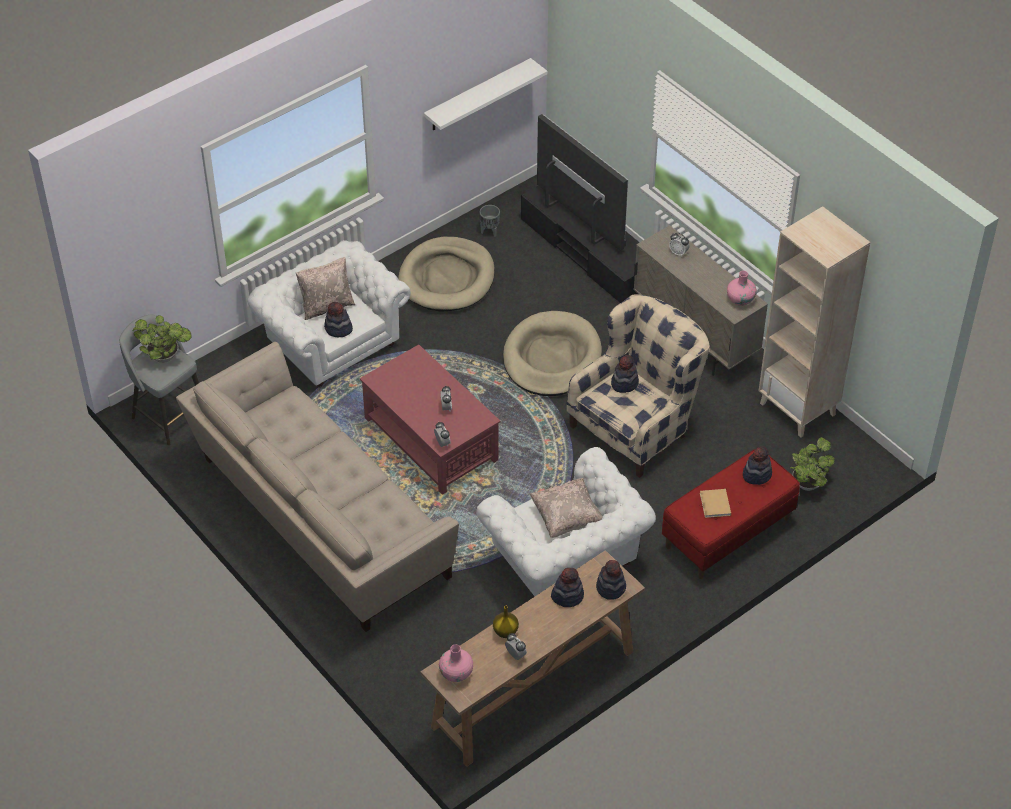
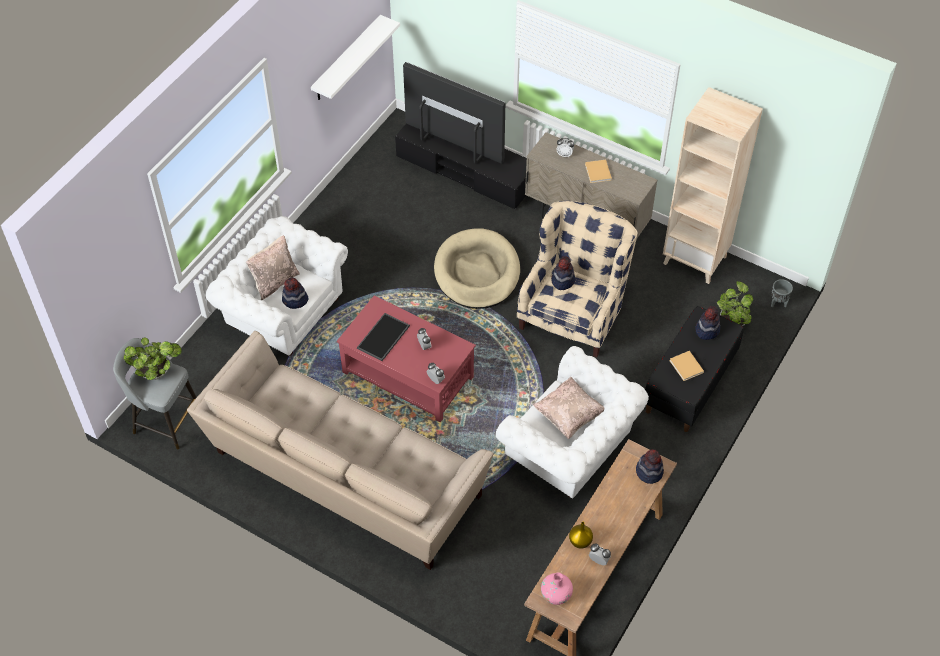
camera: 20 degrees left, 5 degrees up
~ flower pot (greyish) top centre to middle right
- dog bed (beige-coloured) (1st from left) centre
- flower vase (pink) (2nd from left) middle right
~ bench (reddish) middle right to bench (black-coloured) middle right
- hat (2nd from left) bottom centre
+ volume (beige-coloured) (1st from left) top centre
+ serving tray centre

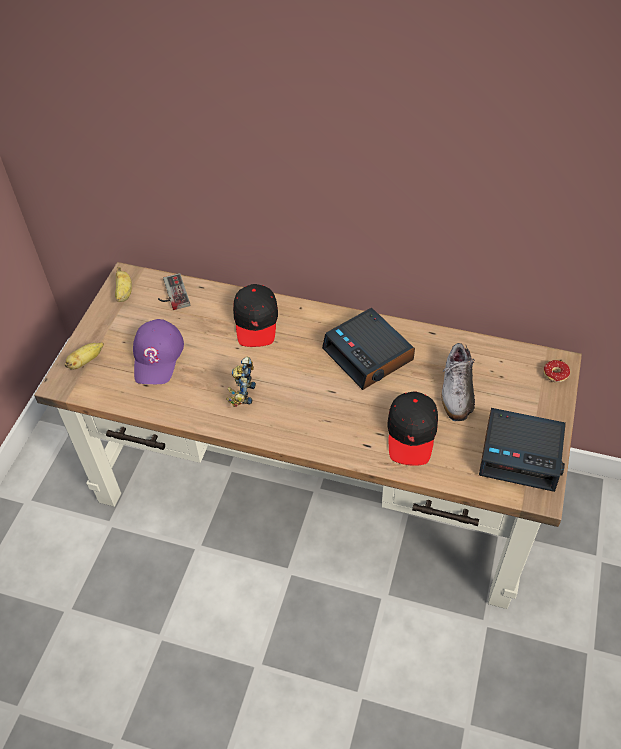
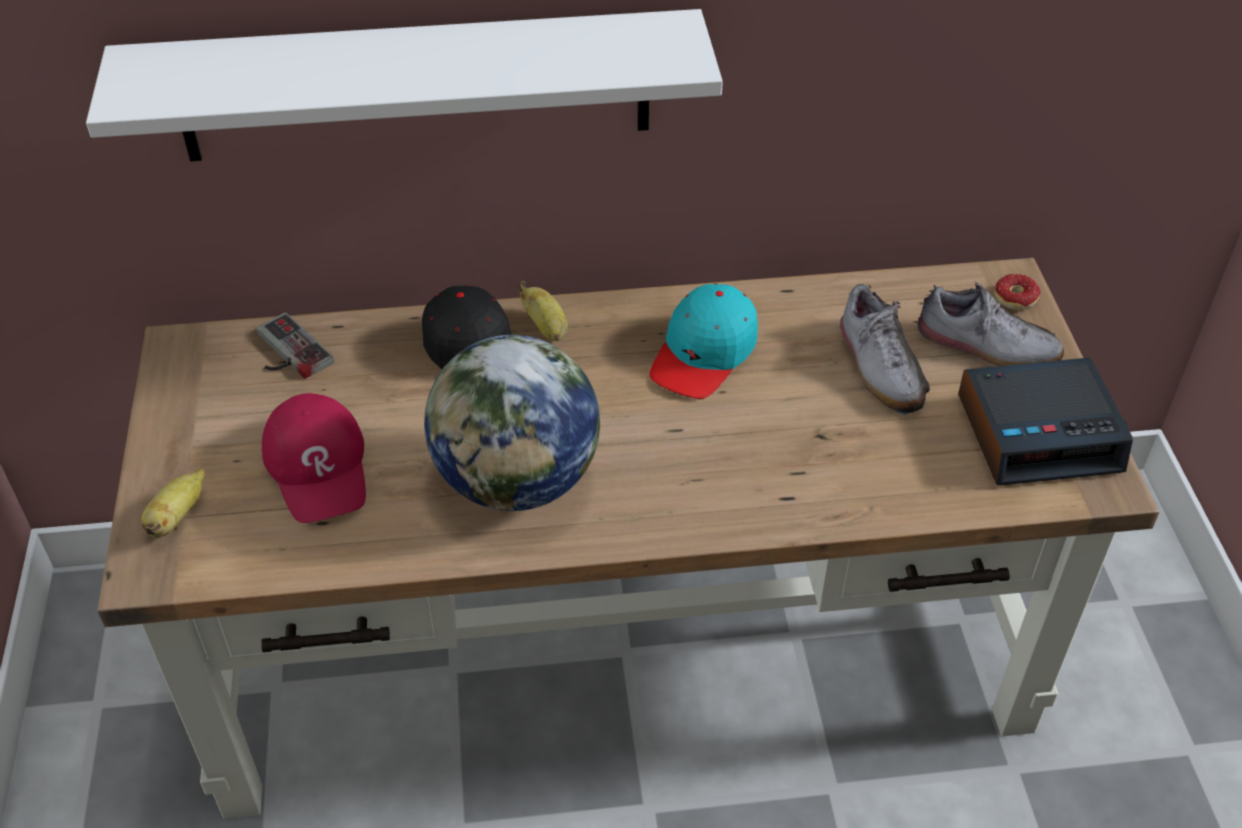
camera: 25 degrees left, 5 degrees down
~ banana (2nd from left) middle left to centre
~ bedside clock (1st from left) centre to baseball cap (turquoise-coloured) centre
~ baseball cap (purple) middle left to baseball cap (reddish) middle left
~ robot figure centre to world globe centre
- baseball cap (black-coloured) (2nd from left) centre
+ wall shelf (whitish) top left
+ low shoe (2nd from left) middle right

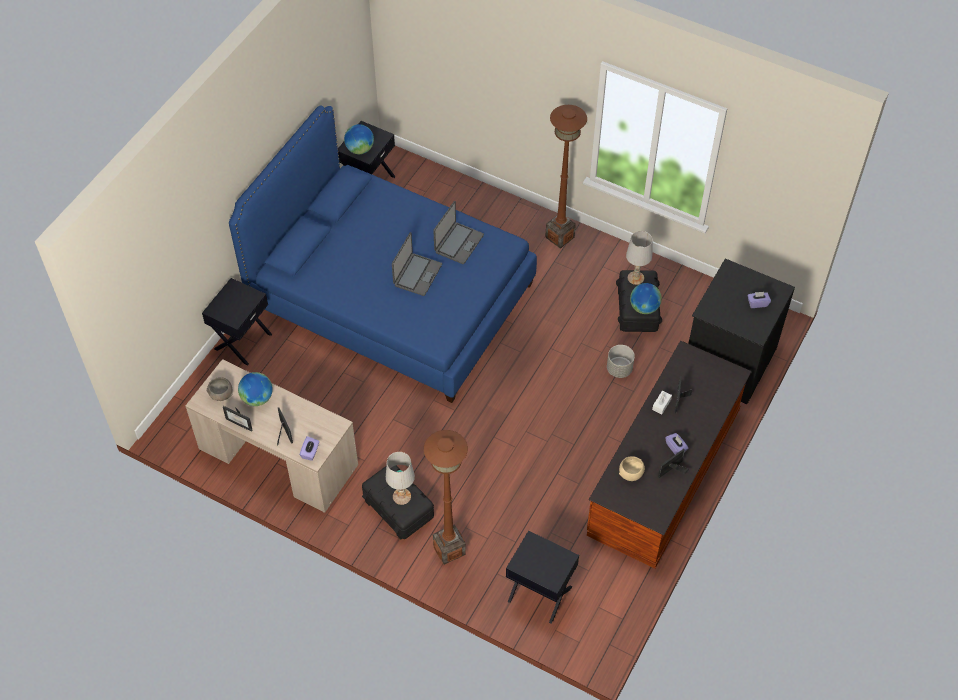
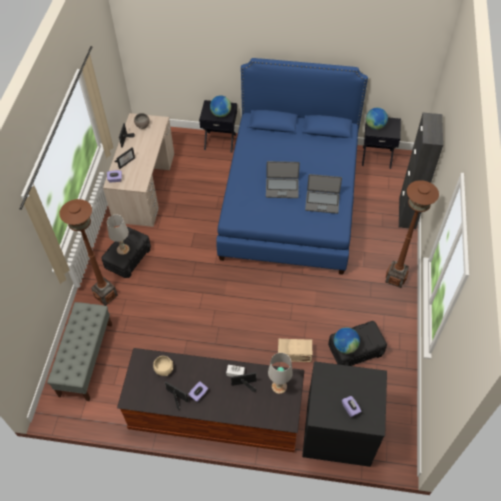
camera: 70 degrees right, 0 degrees up
~ tabletop lamp (whitish) (2nd from left) middle right to bottom centre
~ flower pot (greyish) centre to storage container (beige-coloured) bottom centre
~ world globe (1st from left) middle left to top centre
~ nightstand (black-coloured) (3rd from left) bottom centre to bench (greyish) bottom left
+ storage cabinet (black-coloured) middle right

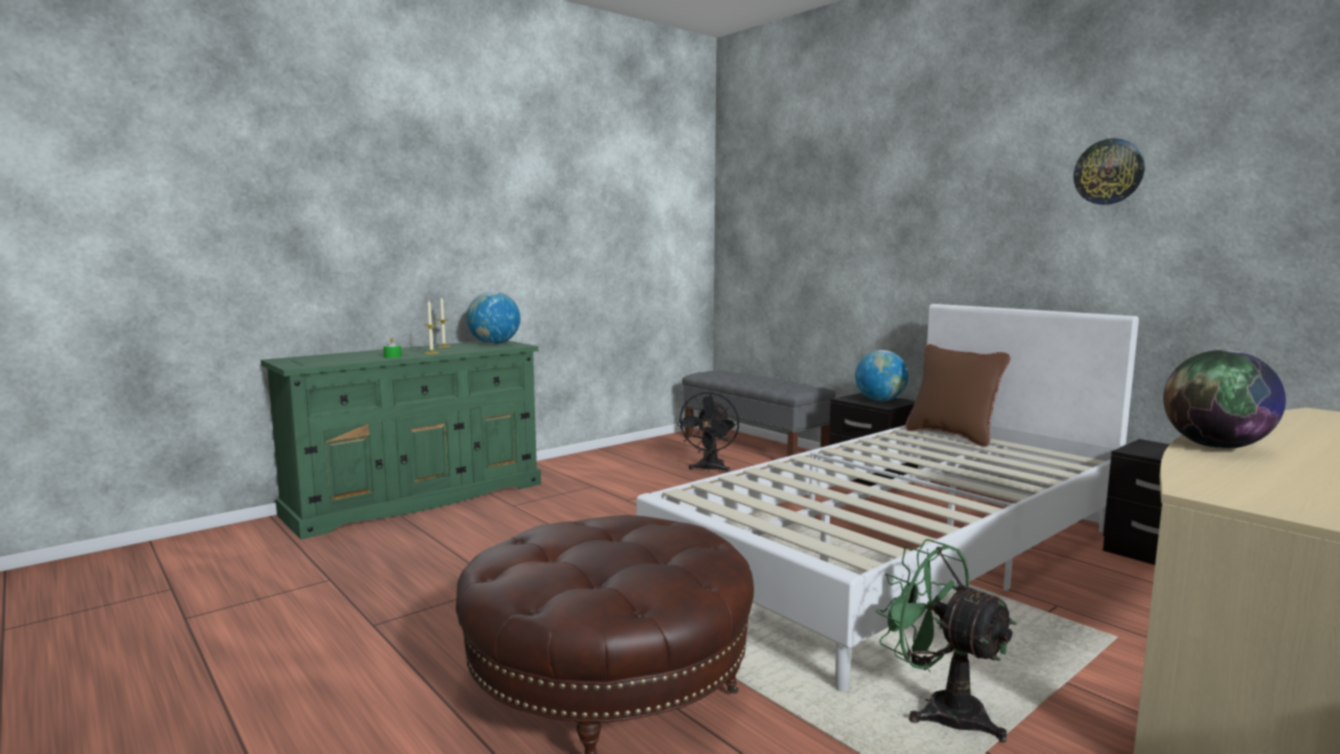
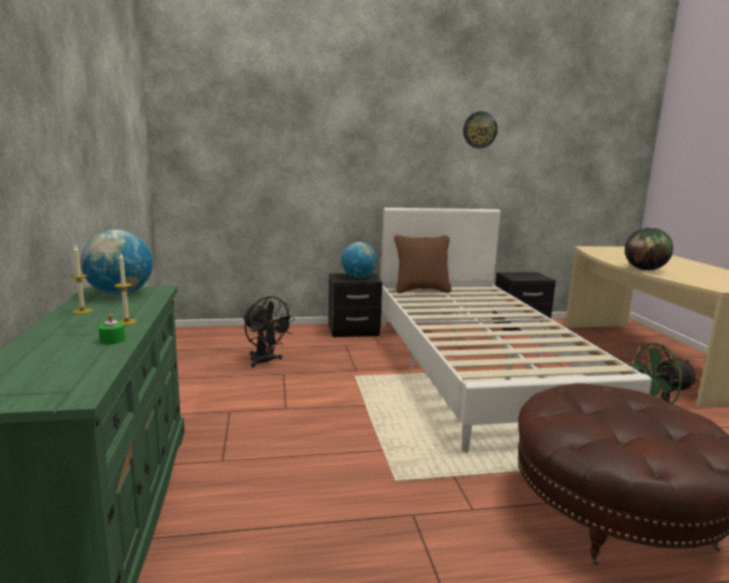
camera: 60 degrees left, 5 degrees up
- bench (greyish) centre

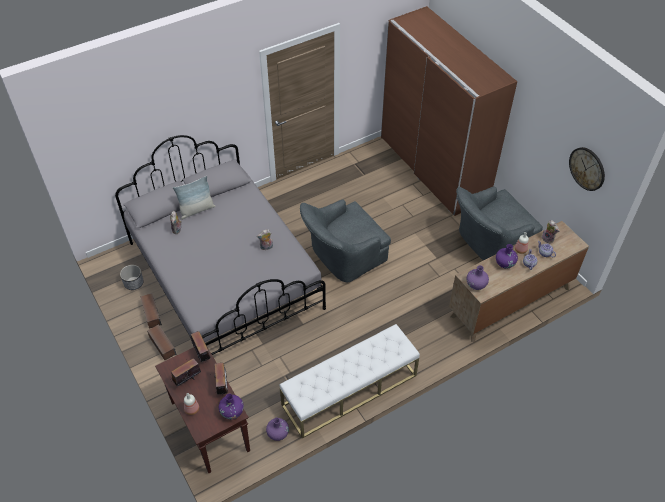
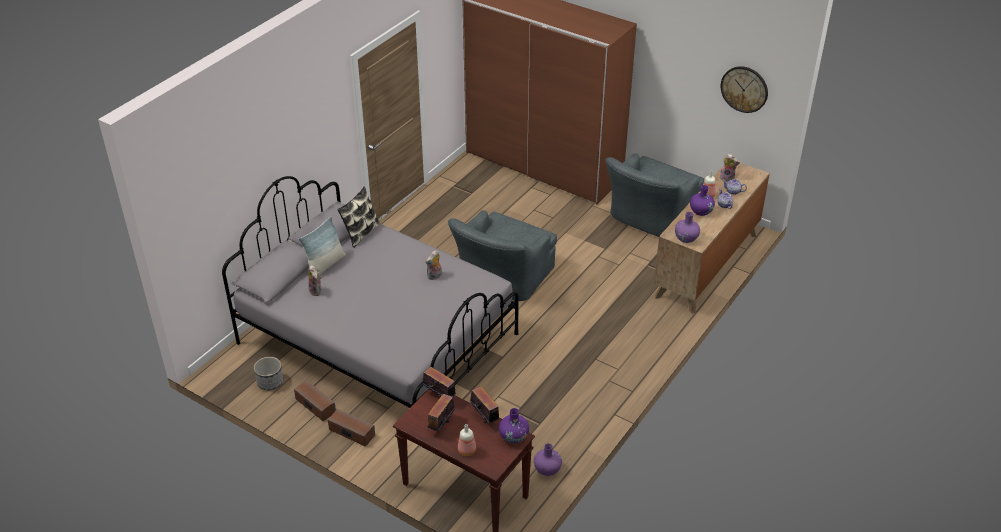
camera: 25 degrees left, 10 degrees down
- bench (whitish) bottom centre
+ throw pillow (2nd from left) centre

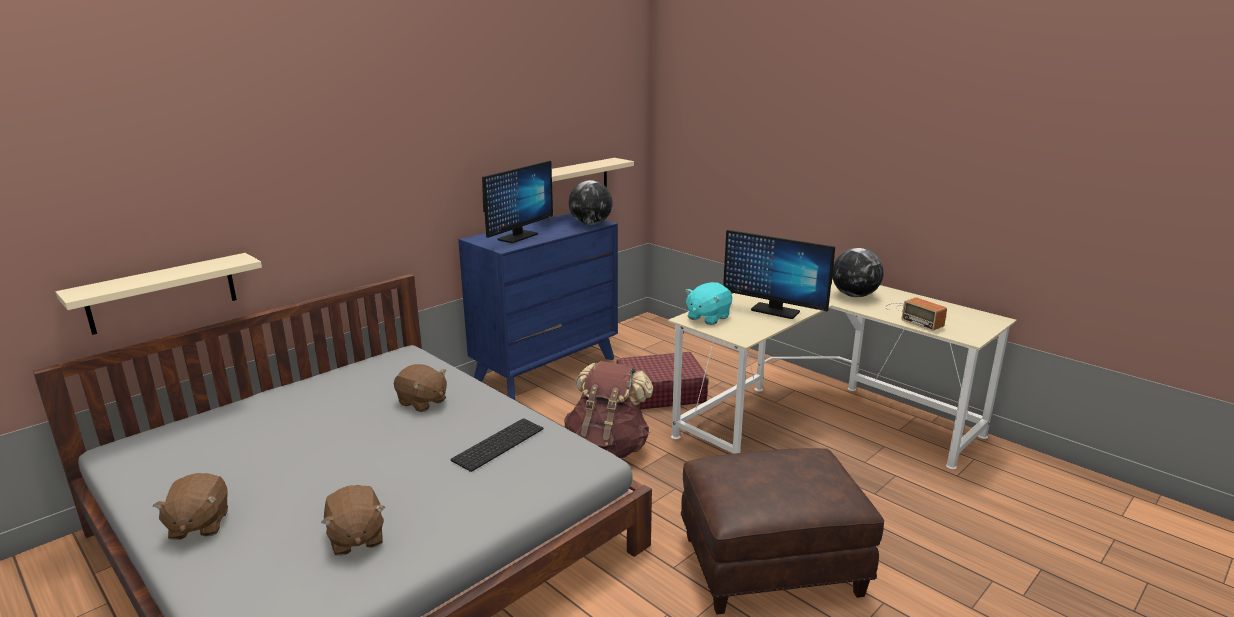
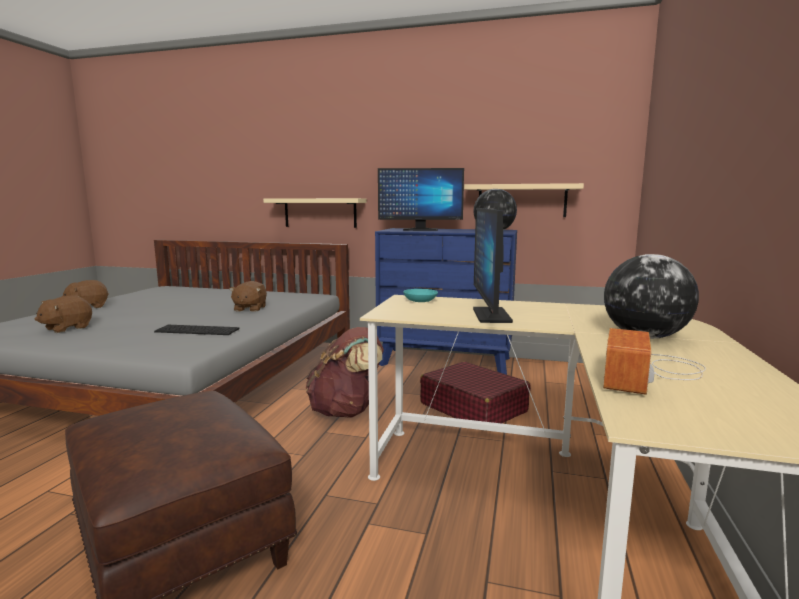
camera: 60 degrees right, 10 degrees down
~ wall shelf (beige-coloured) (1st from left) middle left to centre
~ soft toy (turquoise-coloured) centre to serving bowl (turquoise-coloured) centre

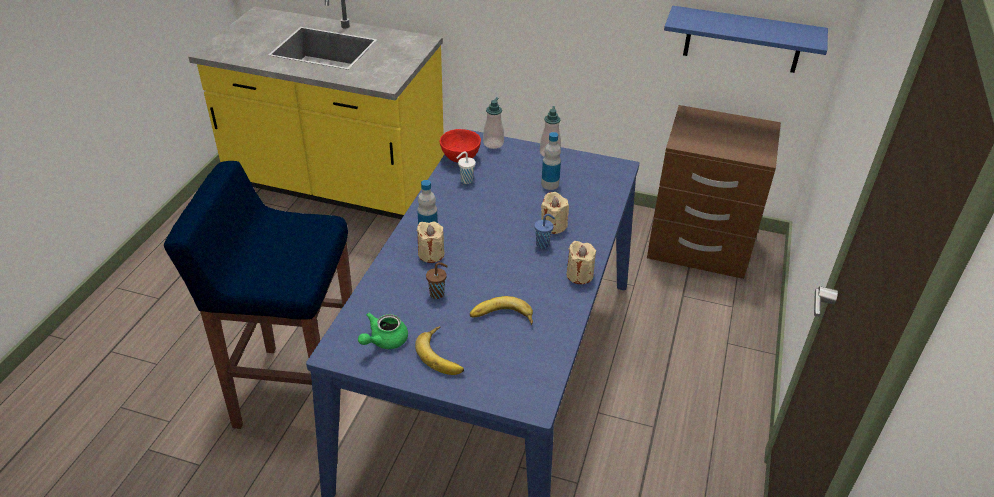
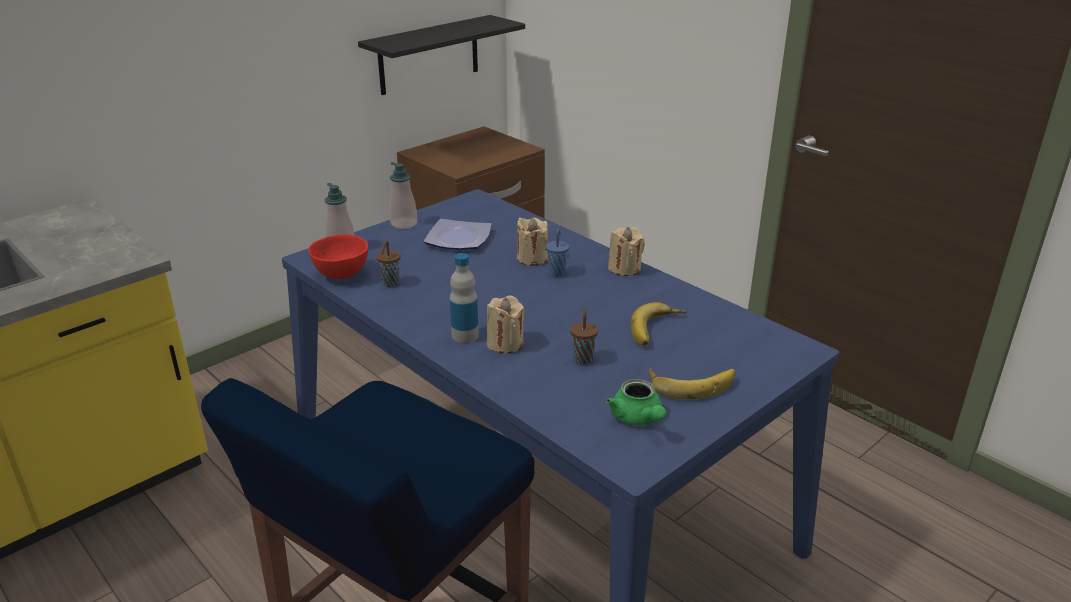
camera: 60 degrees left, 10 degrees down
~ wall shelf (blue-coloured) top right to wall shelf (black-coloured) top centre
~ beverage bottle (2nd from left) top centre to dinner plate centre
~ cup (whitish) centre to cup (brown) (1st from left) centre

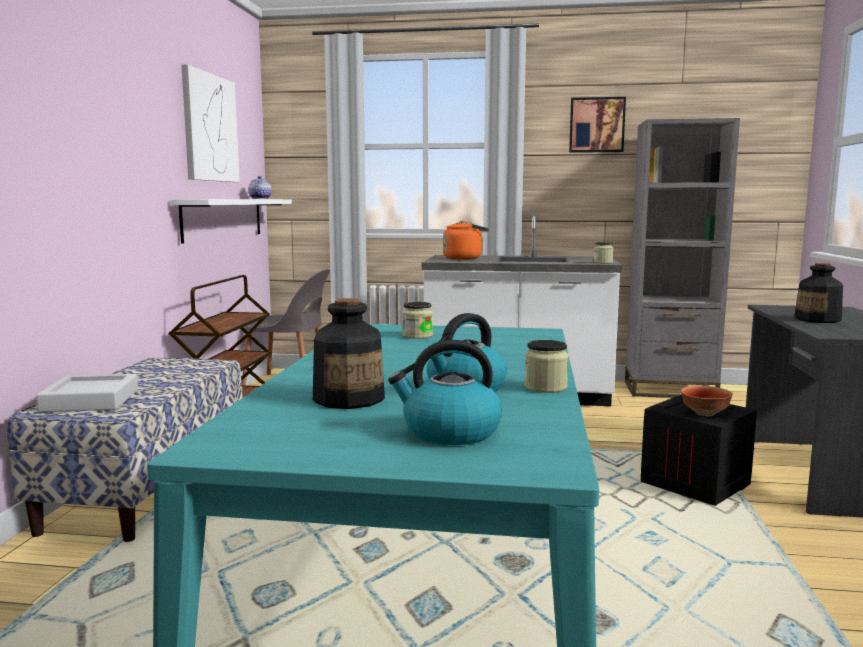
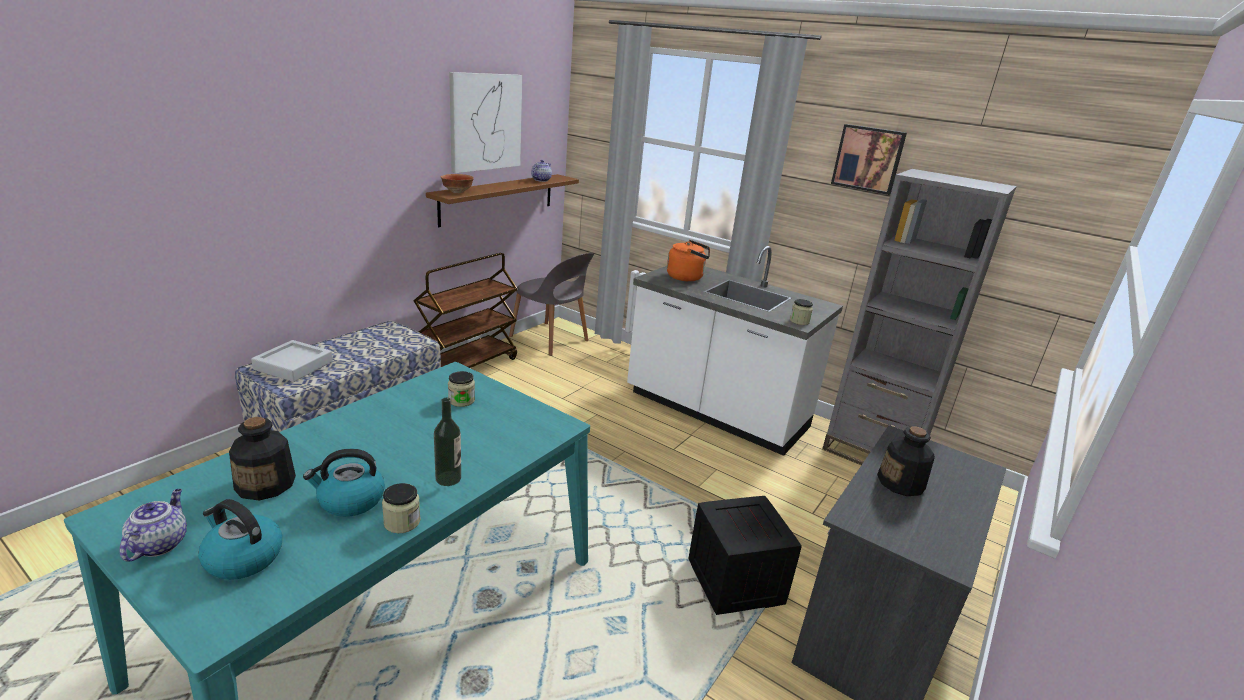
camera: 25 degrees right, 15 degrees up
~ wall shelf (whitish) middle left to wall shelf (brown) top centre
~ serving bowl middle right to top centre
+ beverage bottle (2nd from left) centre
+ pot for tea (1st from left) bottom left

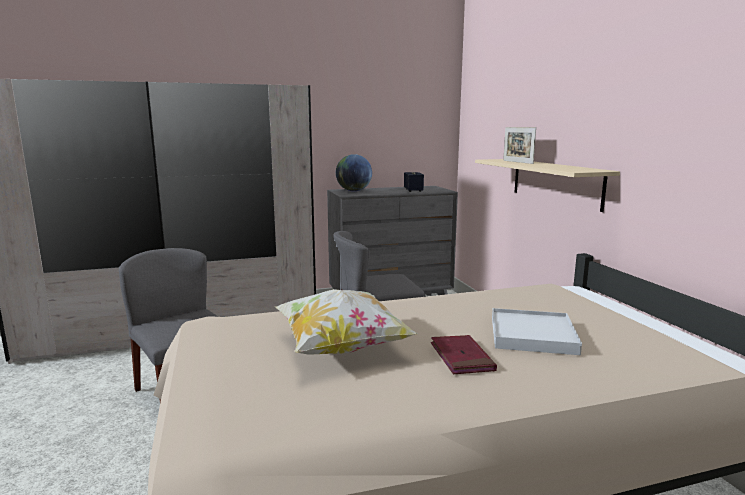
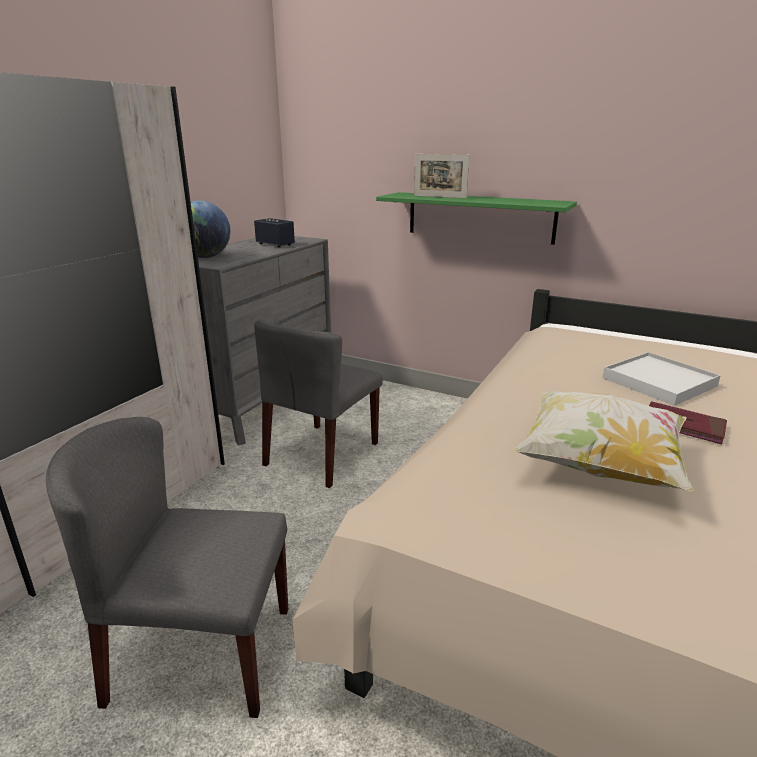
camera: 45 degrees left, 10 degrees up
~ wall shelf (beige-coloured) middle right to wall shelf (green) top centre

